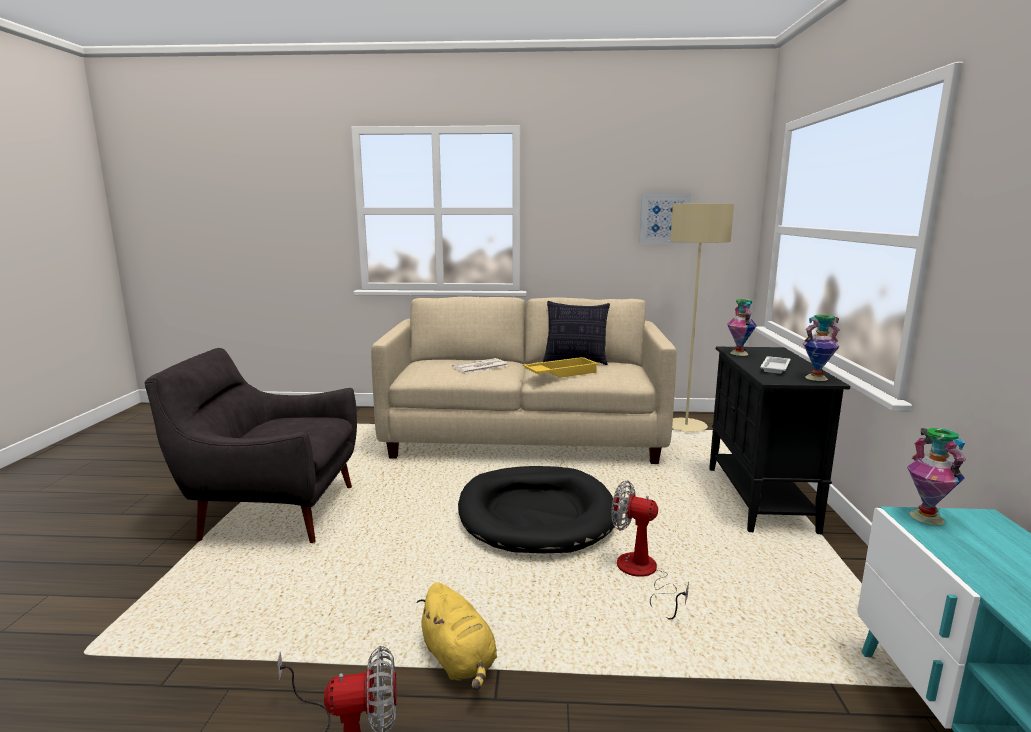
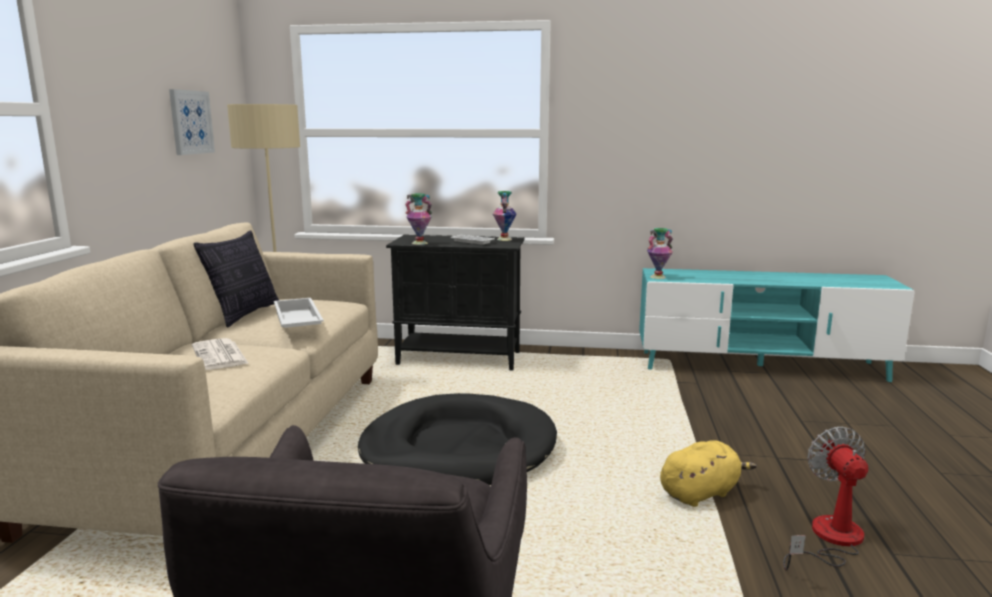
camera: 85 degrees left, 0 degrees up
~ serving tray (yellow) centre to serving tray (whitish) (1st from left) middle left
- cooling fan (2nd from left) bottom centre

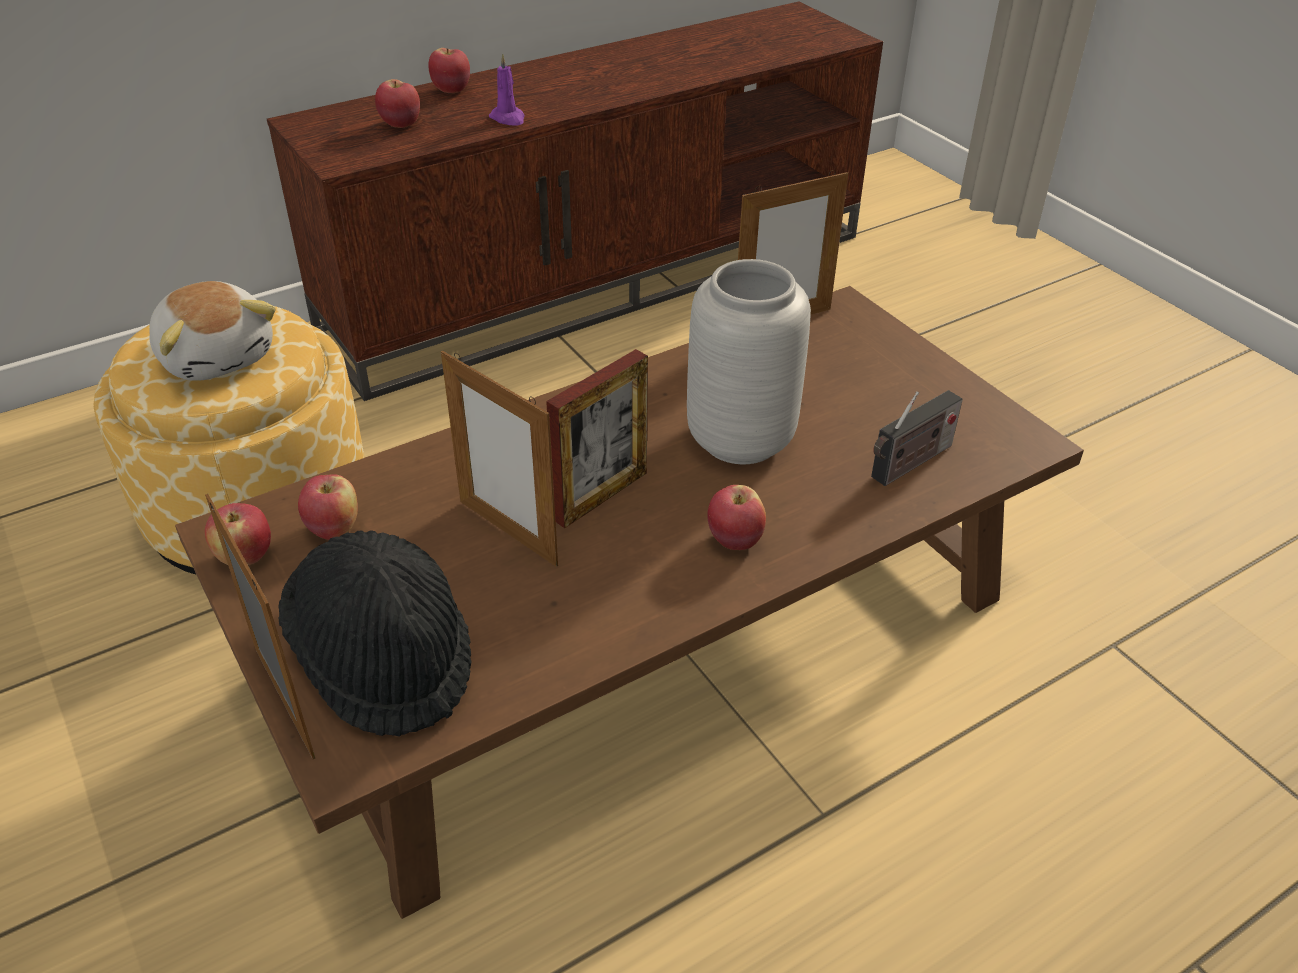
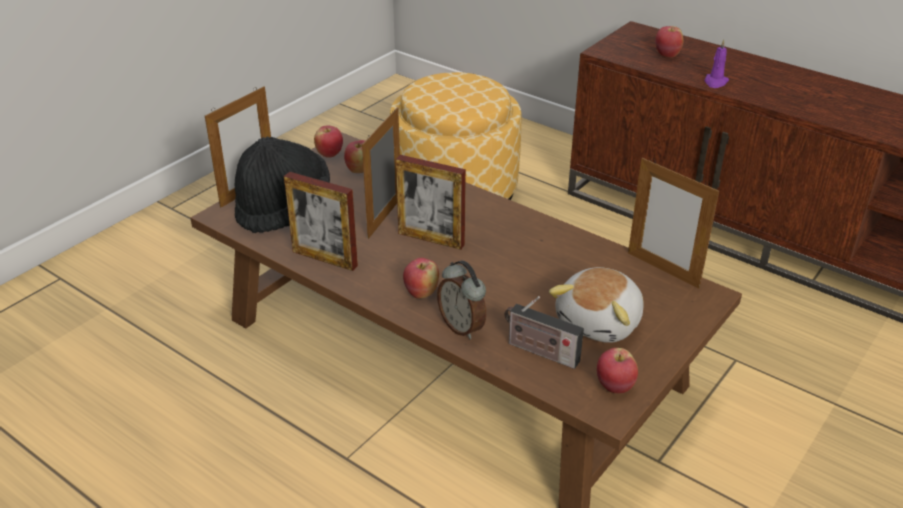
camera: 70 degrees right, 5 degrees down
~ apple (4th from left) top centre to bottom right
- flower vase (greyish) centre
~ soft toy middle left to centre
+ photo frame (2nd from left) centre
+ bedside clock centre

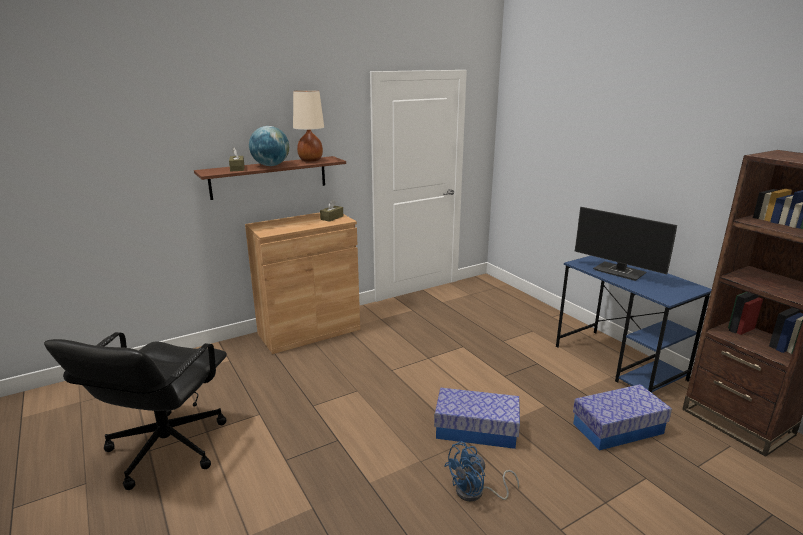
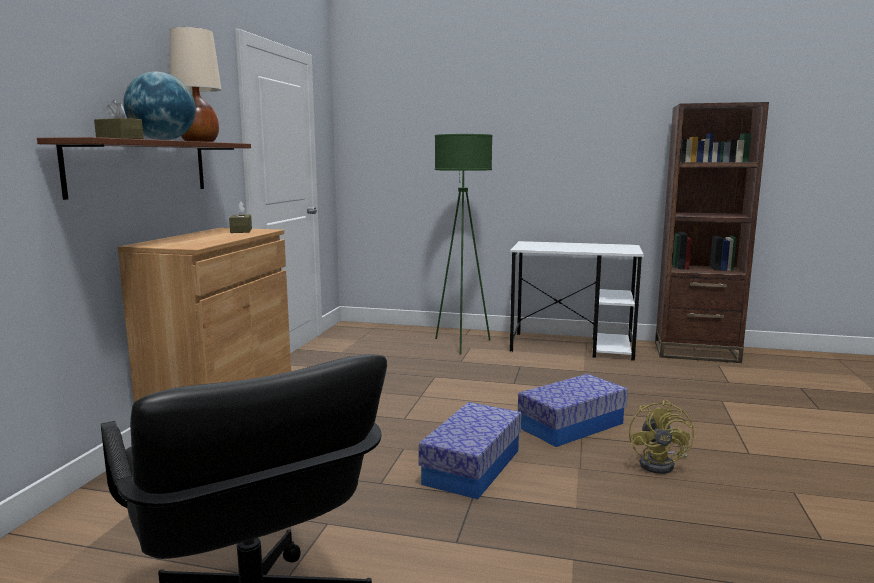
camera: 45 degrees left, 10 degrees down
- monitor middle right
~ desk (blue-coloured) middle right to desk (whitish) centre
~ storage container (2nd from left in the first image) bottom right to storage container (1st from left) bottom centre
~ cooling fan (blue-coloured) bottom centre to cooling fan (yellow) bottom right
+ standard lamp (green) centre

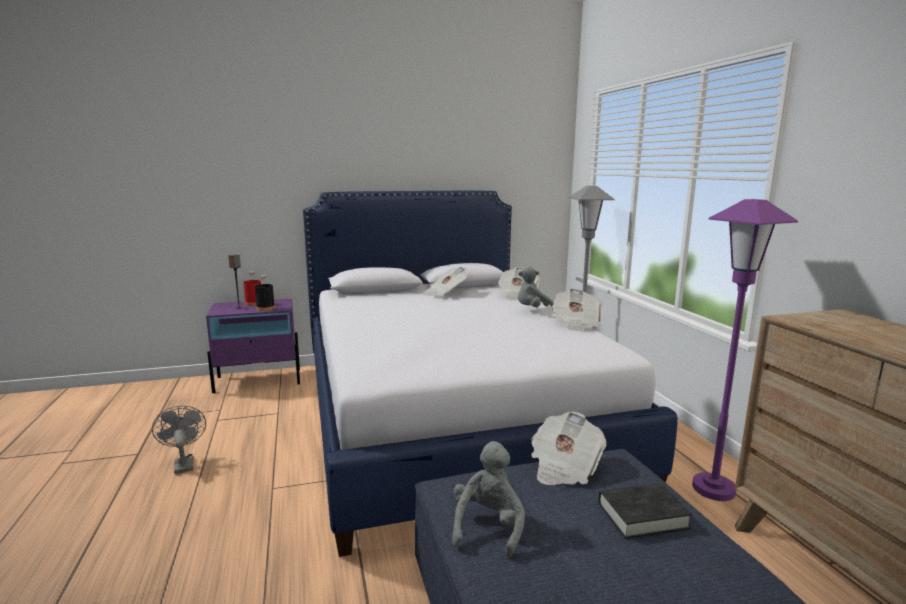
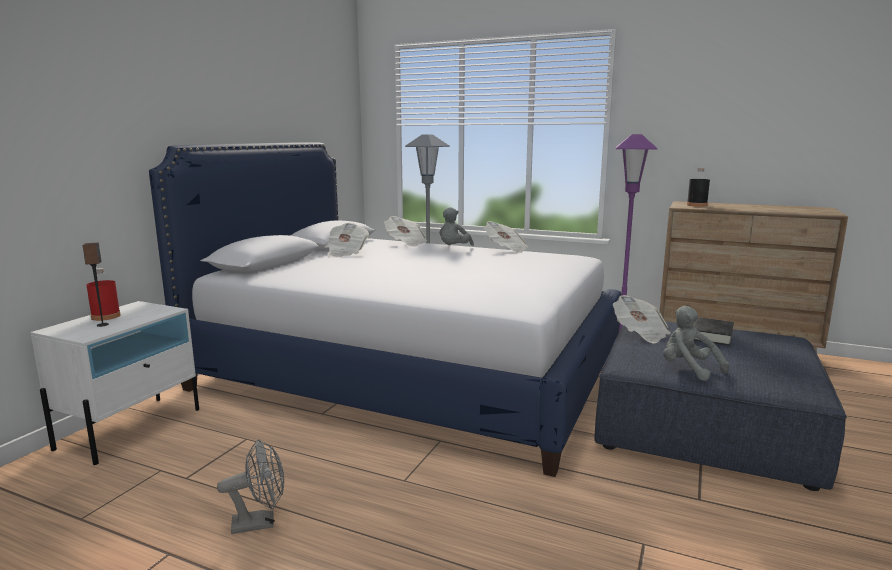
camera: 50 degrees left, 0 degrees up
~ beverage bottle (black-coloured) middle left to top right
~ nightstand (purple) middle left to nightstand (whitish) bottom left
~ cooling fan (greyish) bottom left = bottom left 150 degrees clockwise

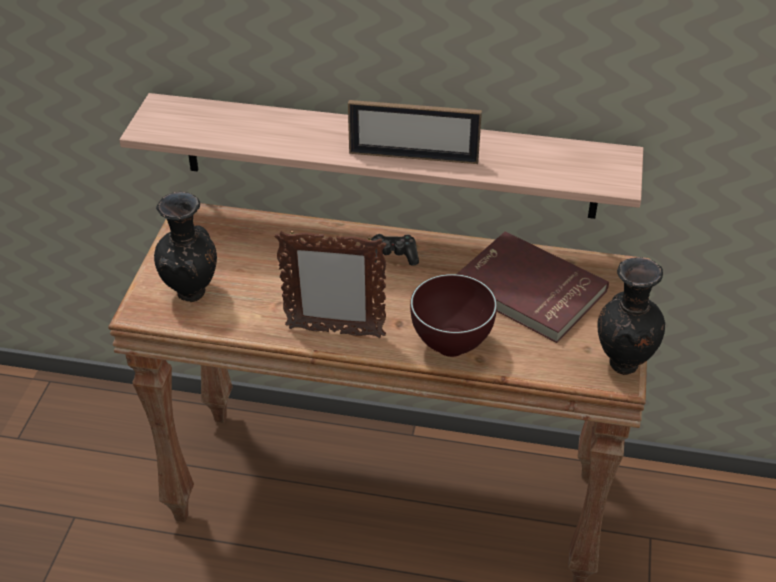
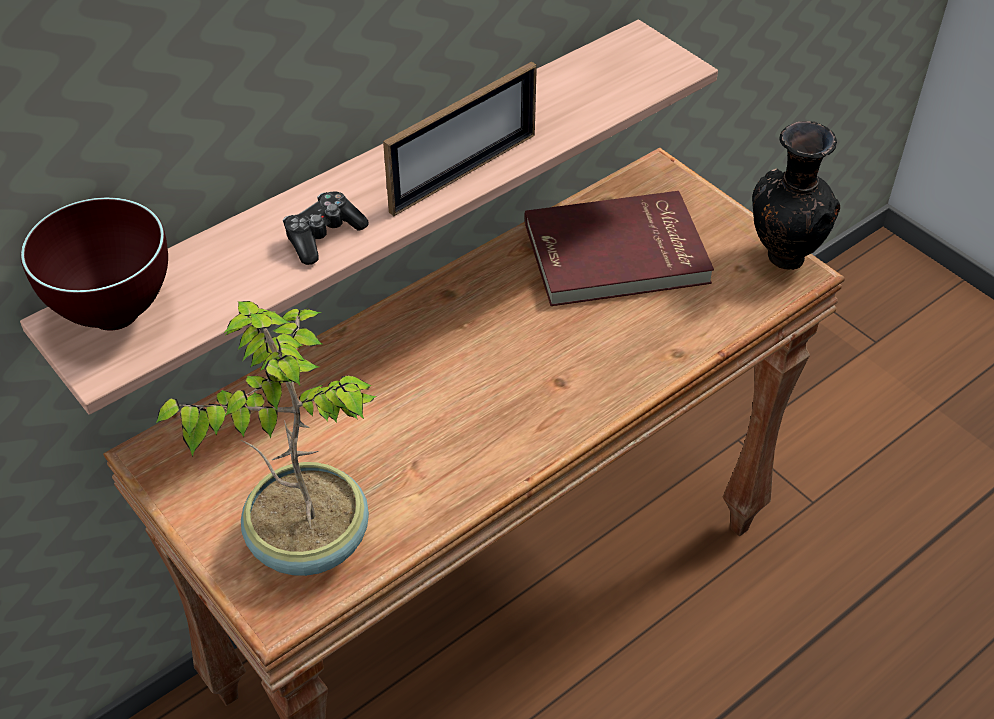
camera: 50 degrees left, 5 degrees up
~ flower vase (black-coloured) (1st from left) middle left to houseplant middle left
- photo frame (1st from left) centre
~ game controller centre to top left
~ serving bowl (brown) centre to middle left

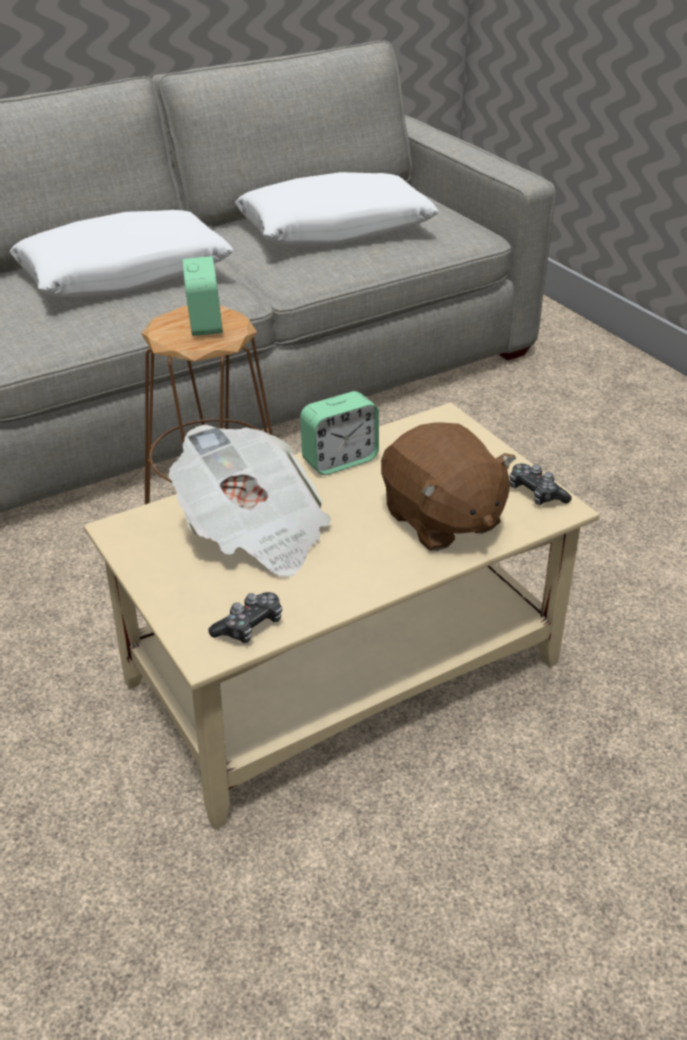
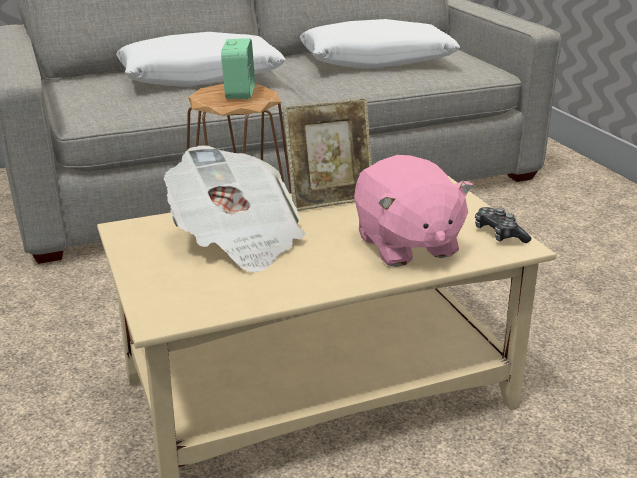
camera: 10 degrees right, 10 degrees down
~ bedside clock (2nd from left) centre to photo frame top centre
~ soft toy (brown) centre to soft toy (pink) centre
- game controller (1st from left) centre

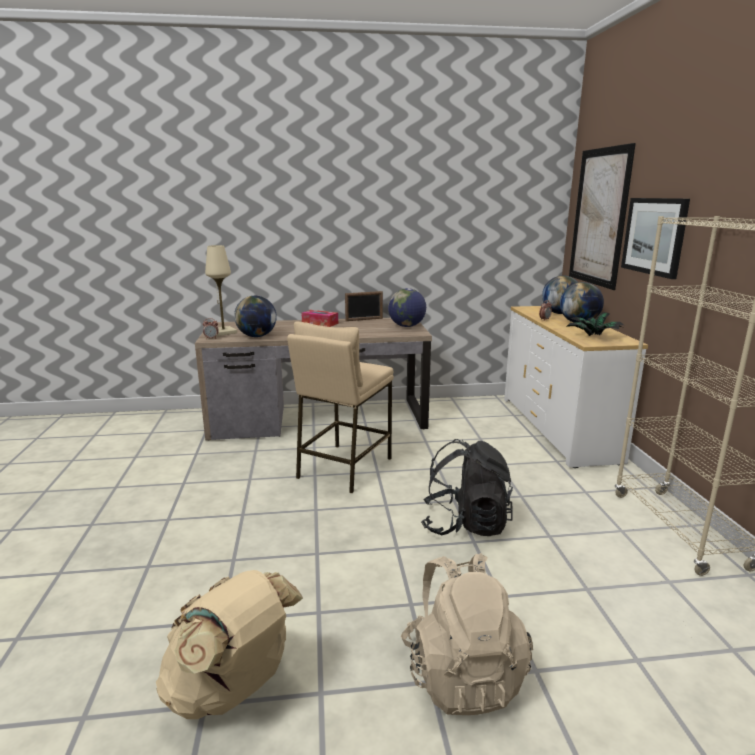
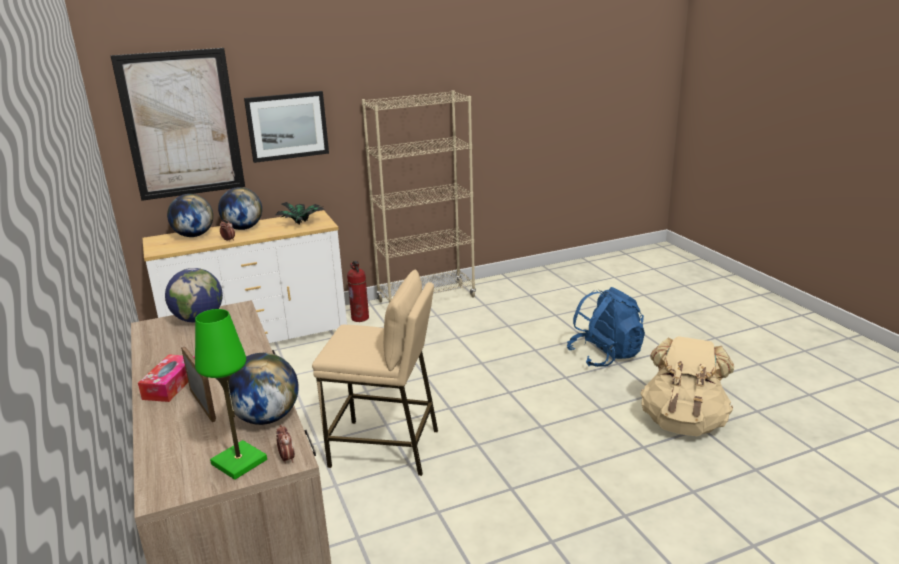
camera: 105 degrees left, 5 degrees up
~ tabletop lamp (beige-coloured) middle left to tabletop lamp (green) bottom left
~ photo frame centre to bottom left
- rucksack (black-coloured) centre
~ rucksack (beige-coloured) (2nd from left) bottom centre to rucksack (blue-coloured) middle right
+ fire-fighting cylinder centre

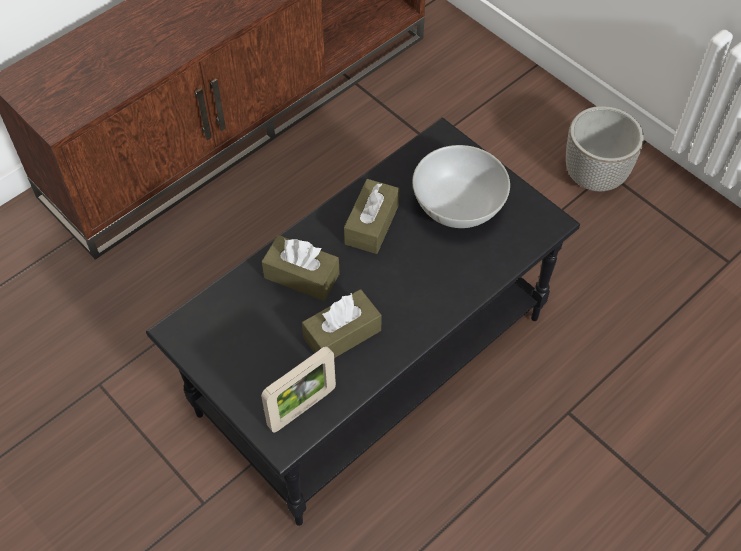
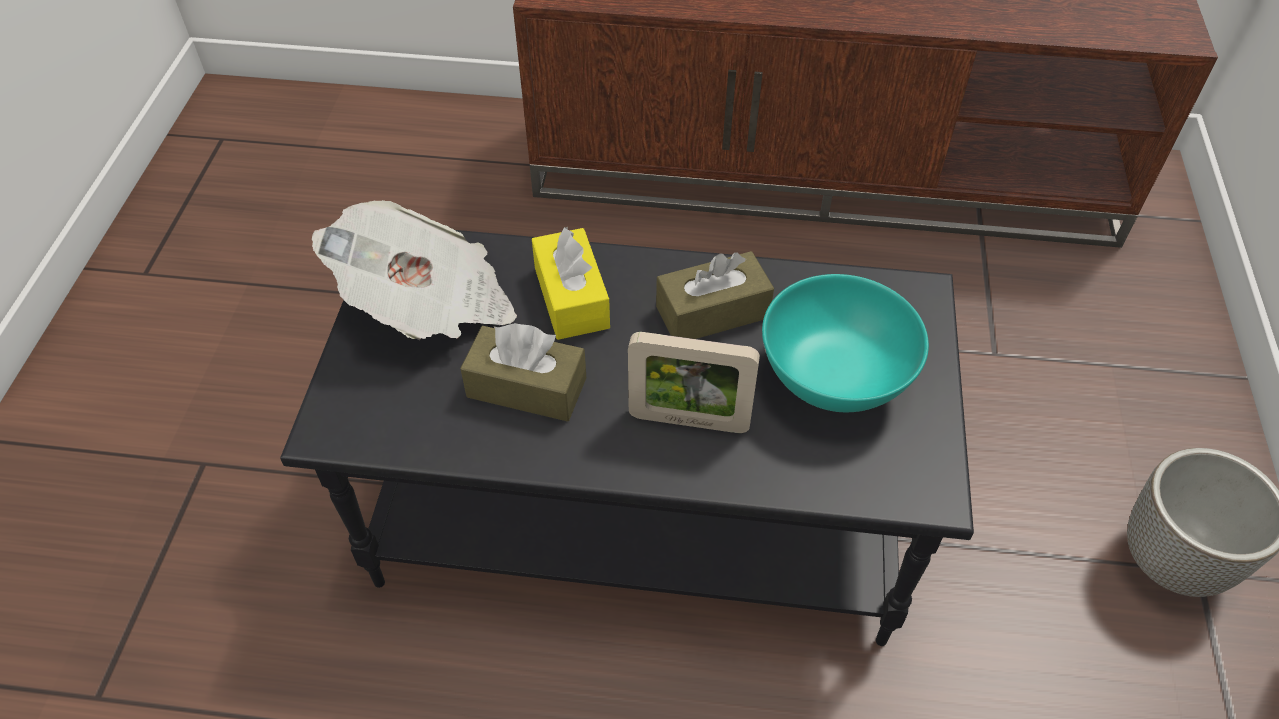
camera: 50 degrees right, 5 degrees down
~ serving bowl (whitish) centre to serving bowl (turquoise-coloured) centre
~ tissue holder (brown) (1st from left) centre to tissue holder (yellow) centre
~ photo frame bottom centre to centre
+ printed paper middle left

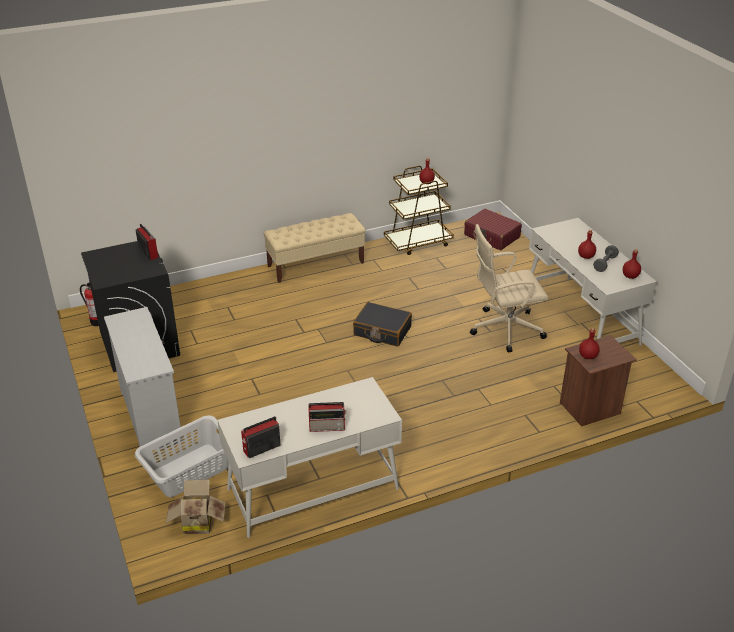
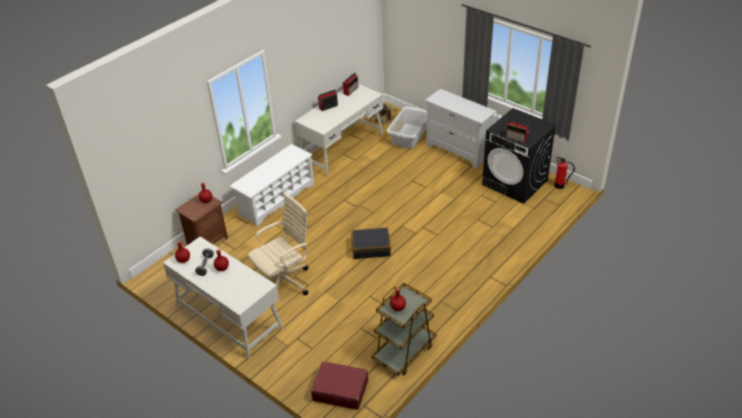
camera: 155 degrees right, 5 degrees up
- bench (beige-coloured) centre
+ shoe shelf (whitish) centre

